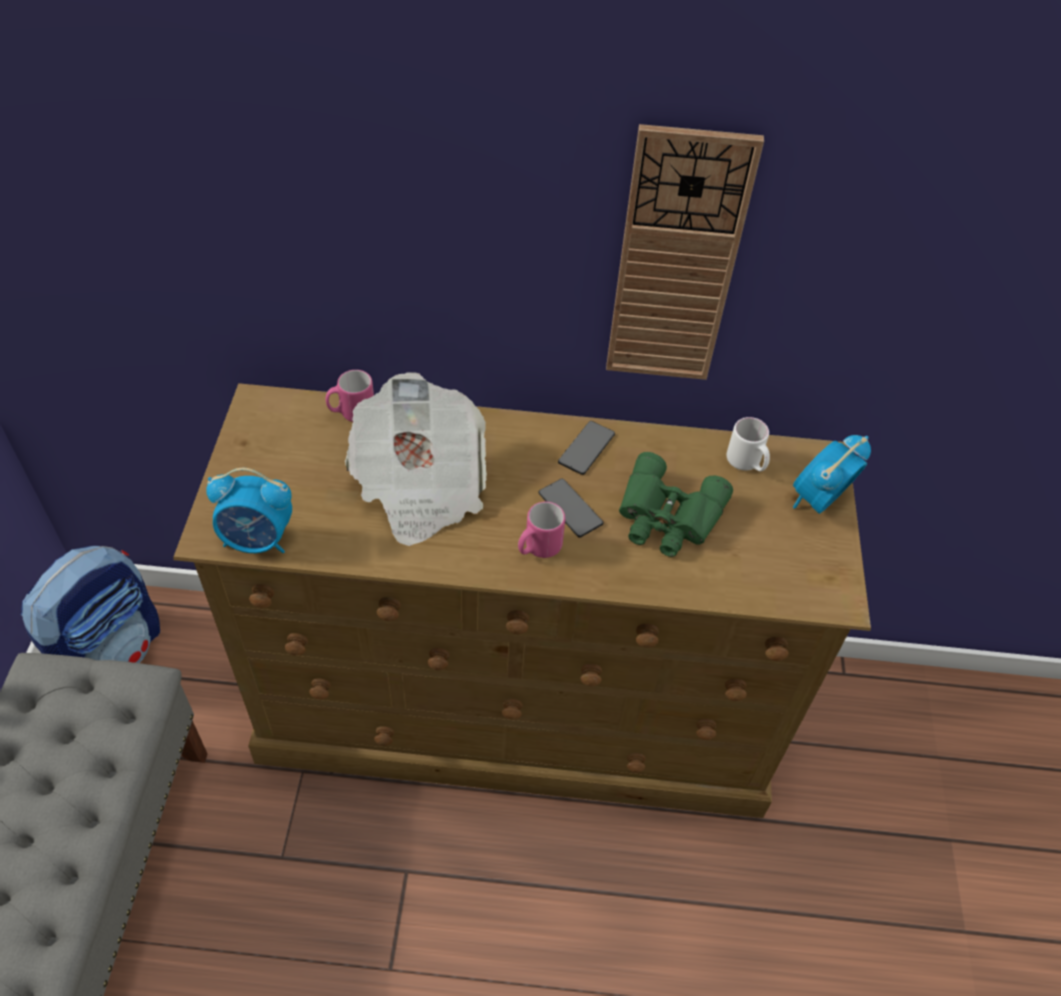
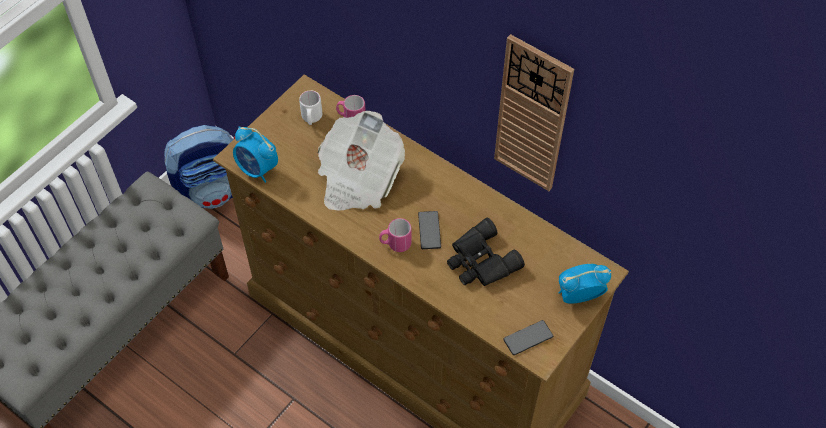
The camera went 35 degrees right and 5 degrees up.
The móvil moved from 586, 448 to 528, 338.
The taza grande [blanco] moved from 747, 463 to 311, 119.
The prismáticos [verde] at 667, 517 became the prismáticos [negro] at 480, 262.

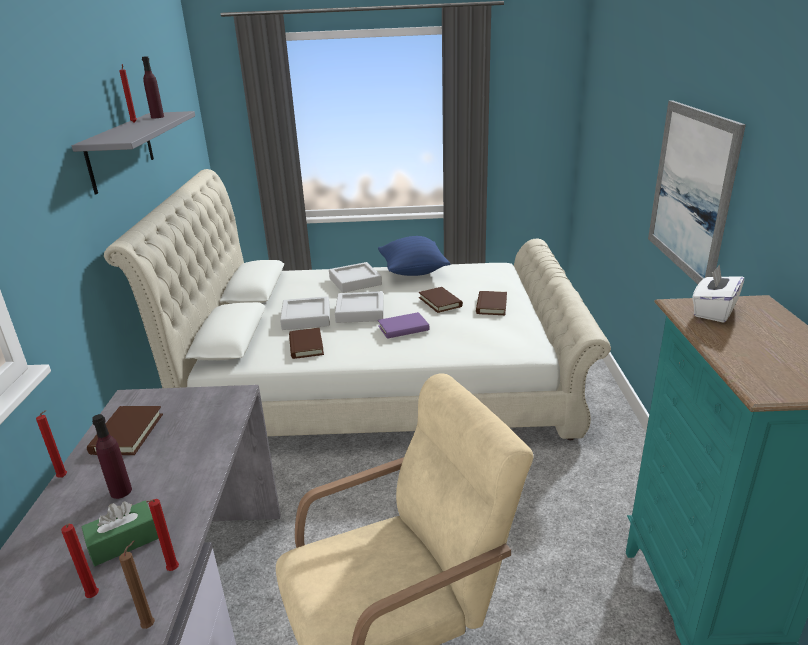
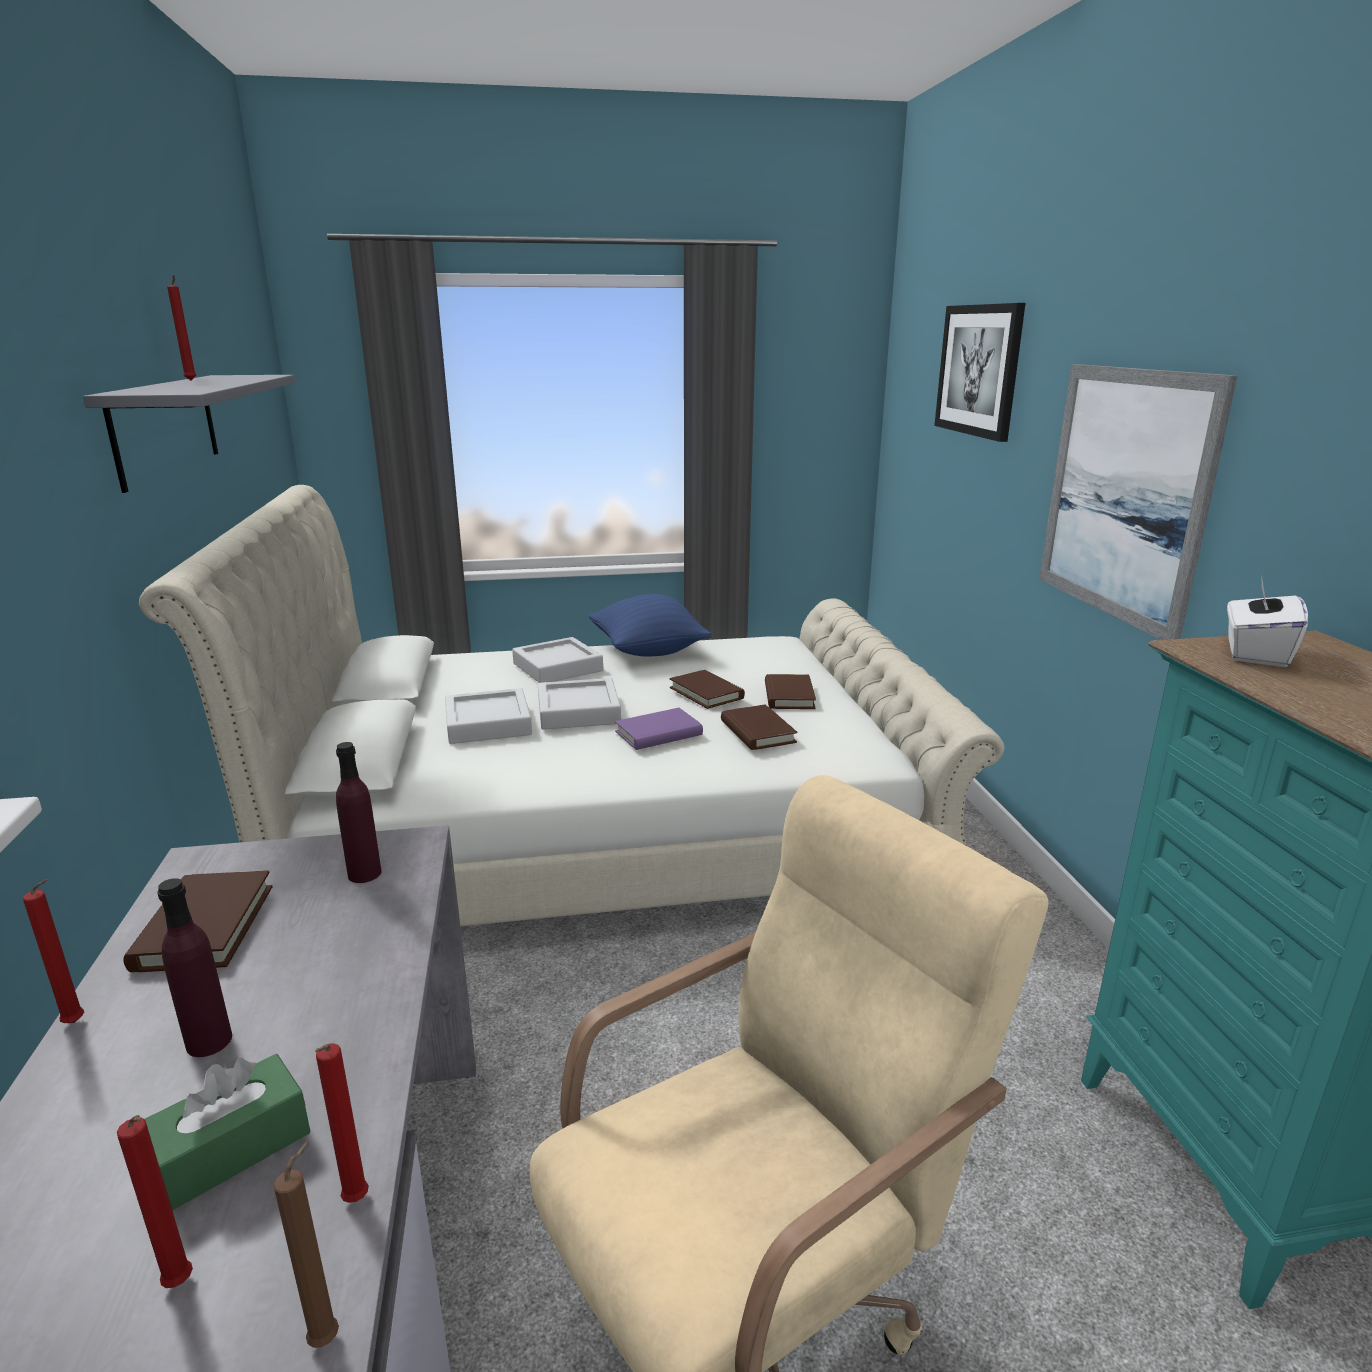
The camera went 10 degrees left and 5 degrees down.
The cuadro at 979, 370 appeared.
The botella [morado] moved from 157, 117 to 364, 873.
The libro [marrón] moved from 306, 346 to 757, 732.

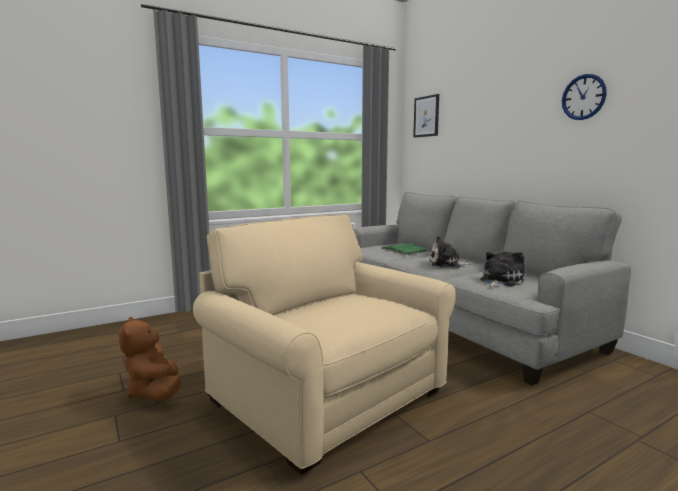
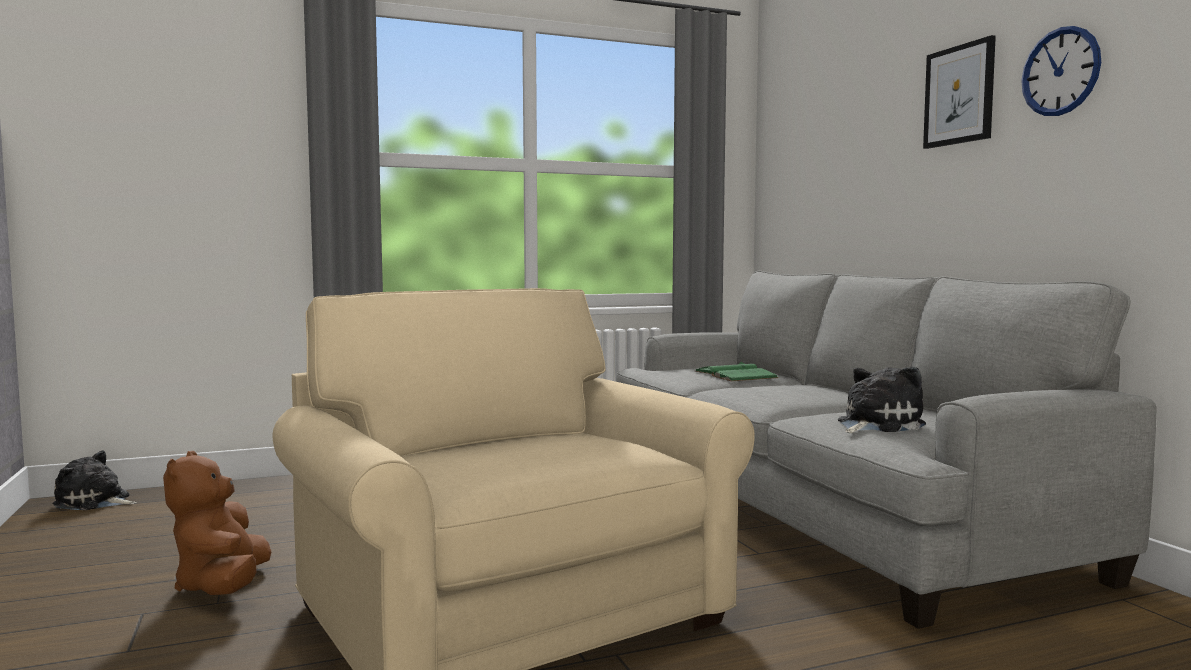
The camera went 10 degrees right and 5 degrees down.
The cuadro moved from 426, 116 to 959, 95.
The peluche moved from 446, 264 to 95, 502.

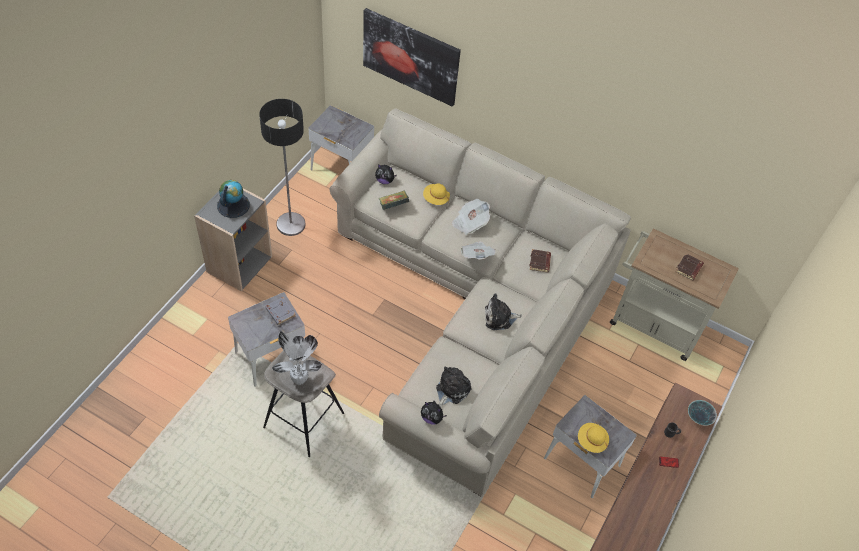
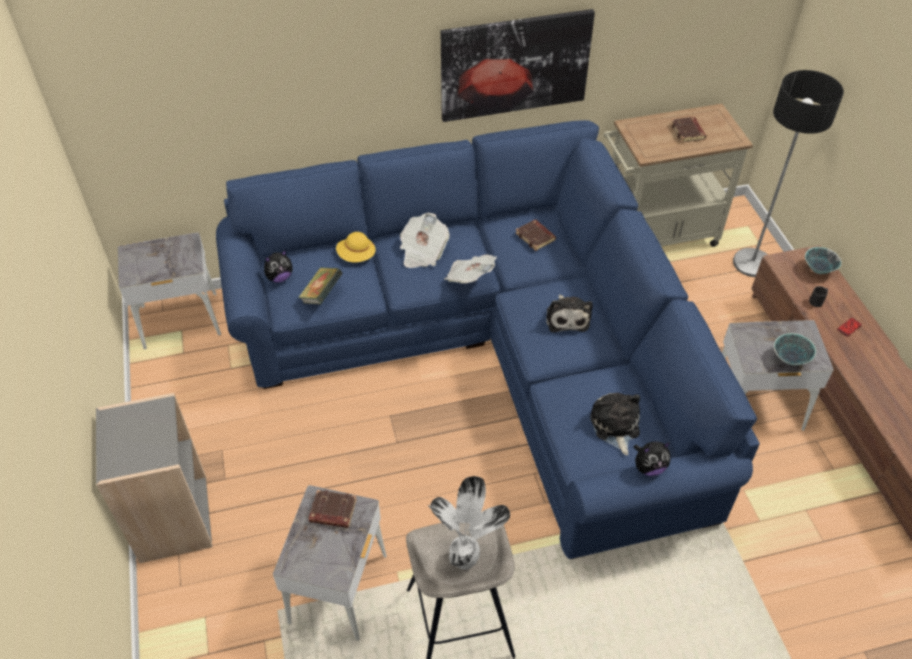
The camera went 40 degrees left and 5 degrees down.
The globo terráqueo at 233, 205 disappeared.
The lámpara de pie moved from 291, 224 to 752, 263.
The cuadro moved from 410, 56 to 515, 65.
The sombrero [amarillo] at 591, 441 was replaced by the cuenco at 790, 359.
The libro [gris] at 280, 312 became the libro [marrón] at 332, 511.
The sofá [beis] at 472, 311 became the sofá [azul] at 490, 354.
The peluche at 499, 318 turned 45 degrees counterclockwise.

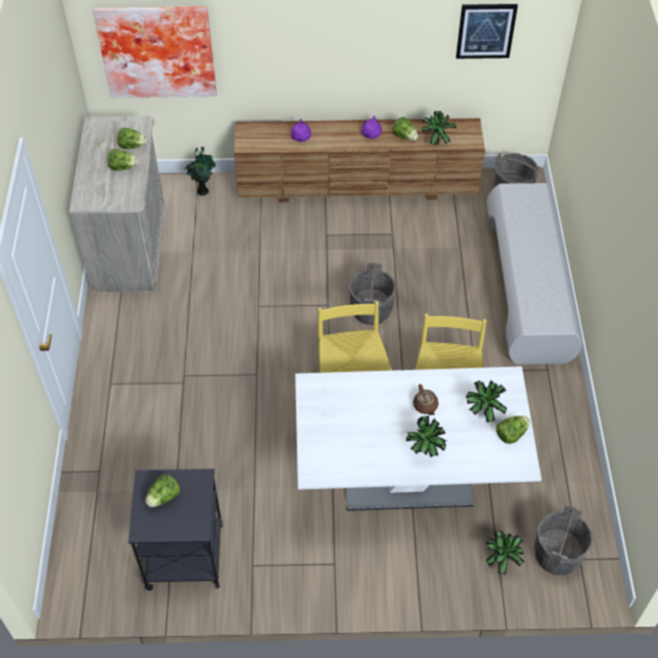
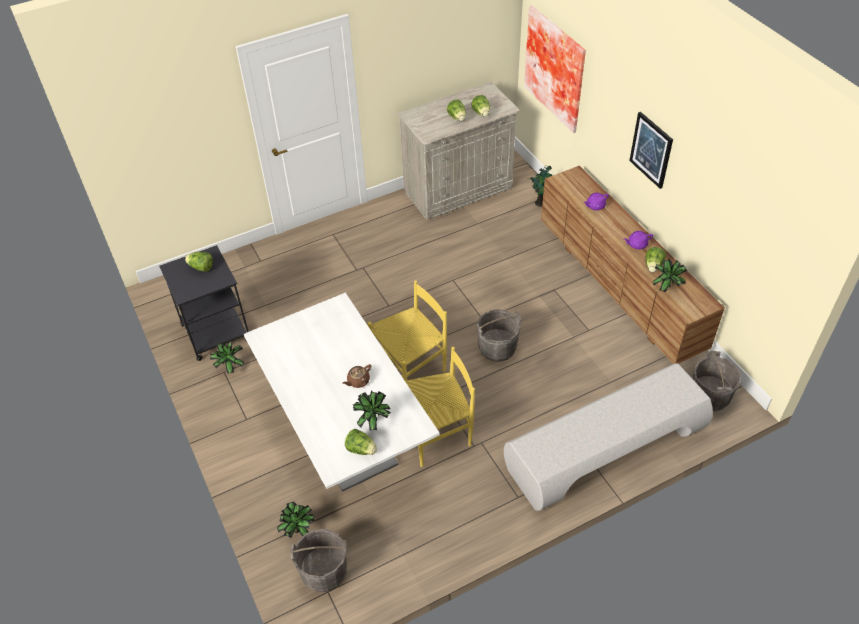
The camera went 65 degrees right and 5 degrees down.
The planta en maceta moved from 425, 451 to 230, 368.
The cuadro moved from 485, 30 to 651, 150.

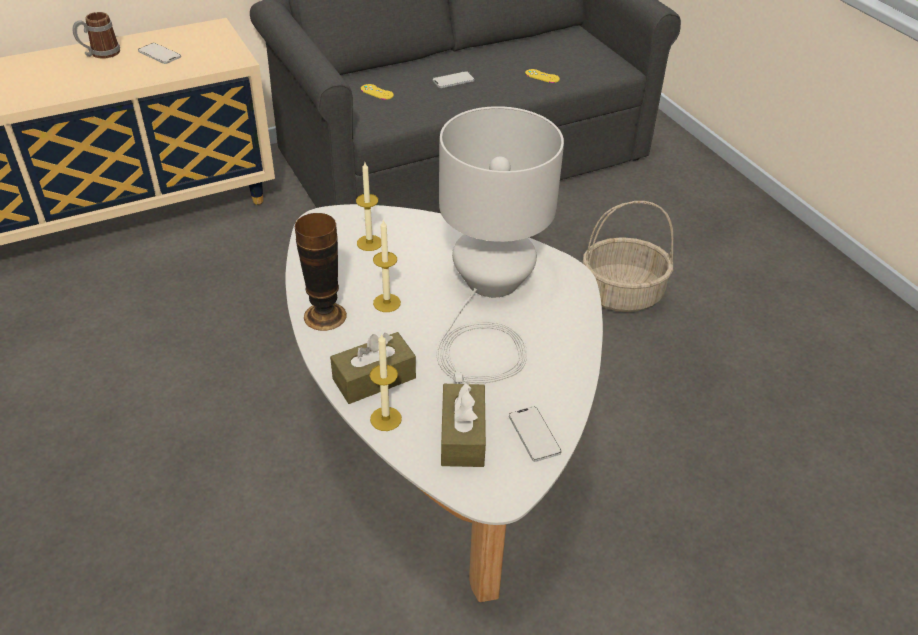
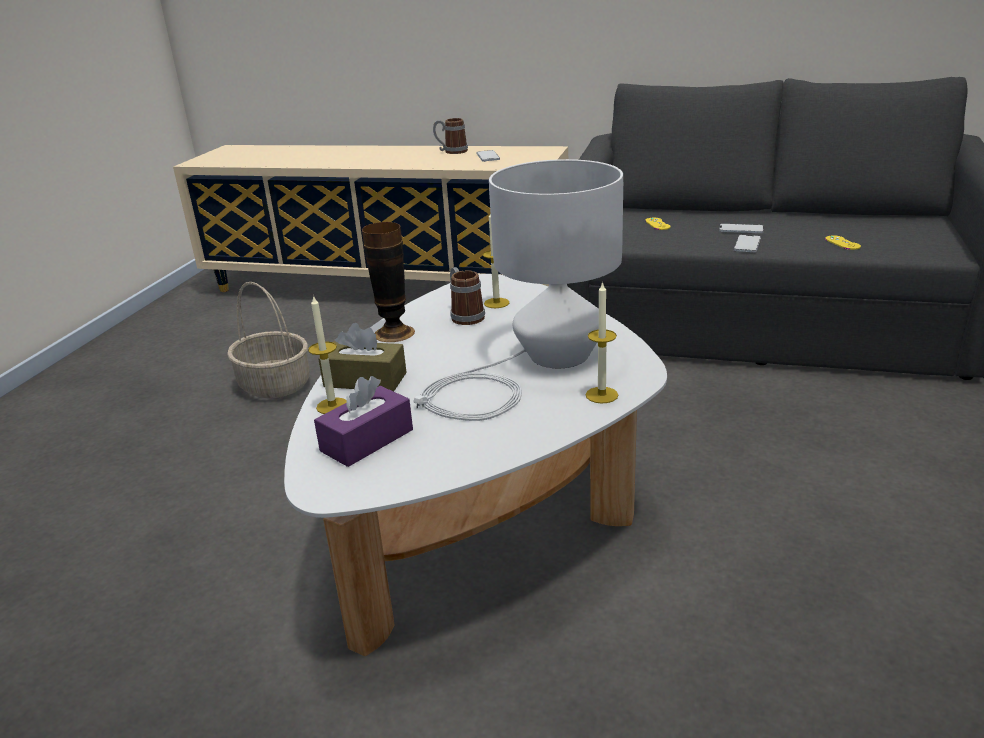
The camera went 45 degrees right and 15 degrees down.
The taza grande at 465, 316 appeared.
The vela moved from 387, 303 to 601, 395.
The móvil moved from 534, 434 to 747, 245.
The cesta moved from 621, 295 to 274, 385.
The caja de pañuelos [marrón] at 462, 435 became the caja de pañuelos [morado] at 367, 440.

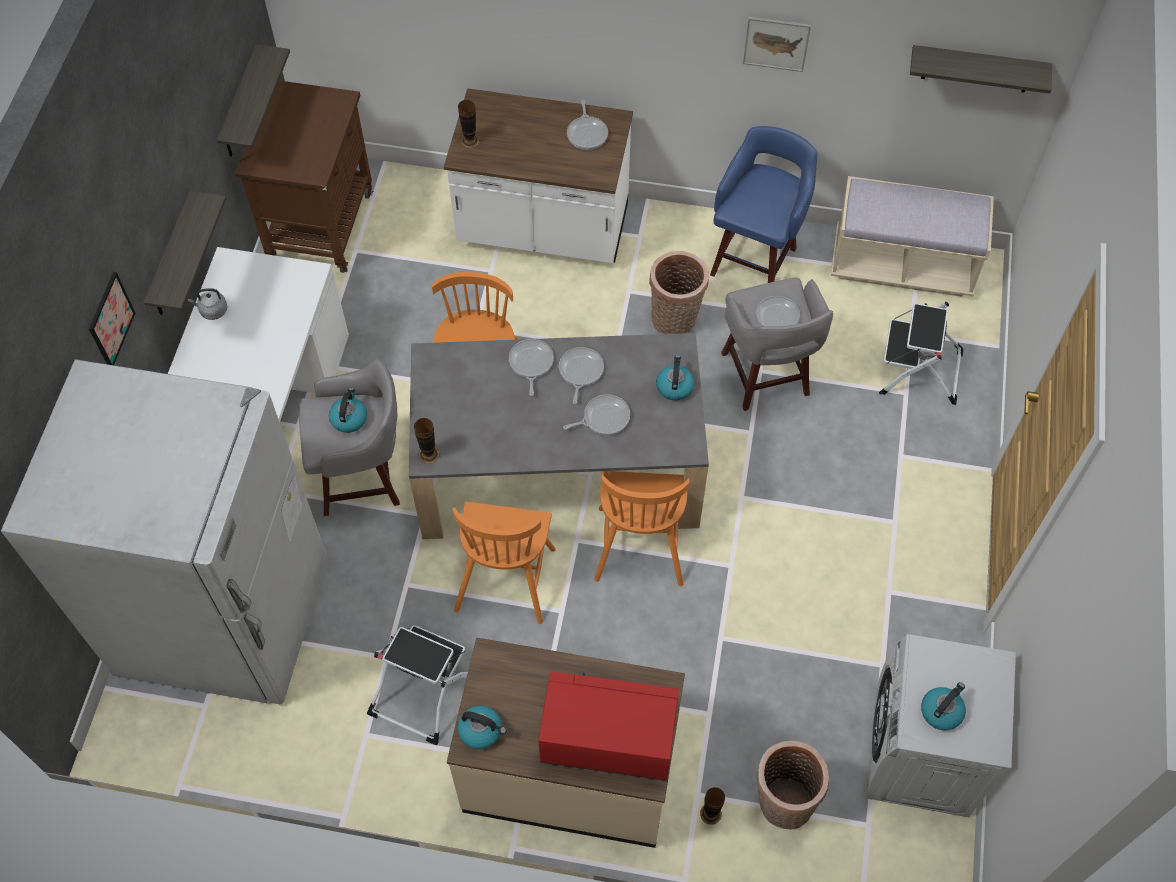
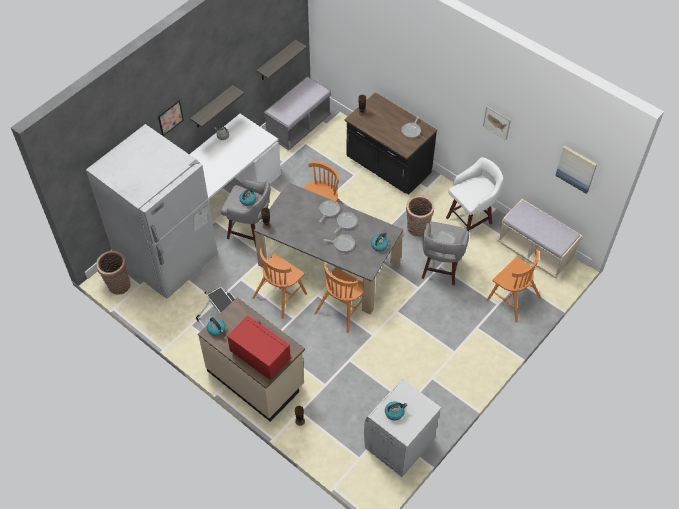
The camera went 30 degrees right and 5 degrees down.
The cesta moved from 782, 803 to 117, 285.
The carrito [marrón] at 322, 226 was replaced by the banco [gris] at 298, 127.
The escalera de tijera at 919, 368 was replaced by the silla [naranja] at 511, 297.
The estante at 977, 69 was replaced by the cuadro at 576, 169.
The mueble bajo de cocina [blanco] at 543, 228 became the mueble bajo de cocina [negro] at 388, 167.
The taburete [azul] at 755, 258 became the taburete [blanco] at 470, 220.

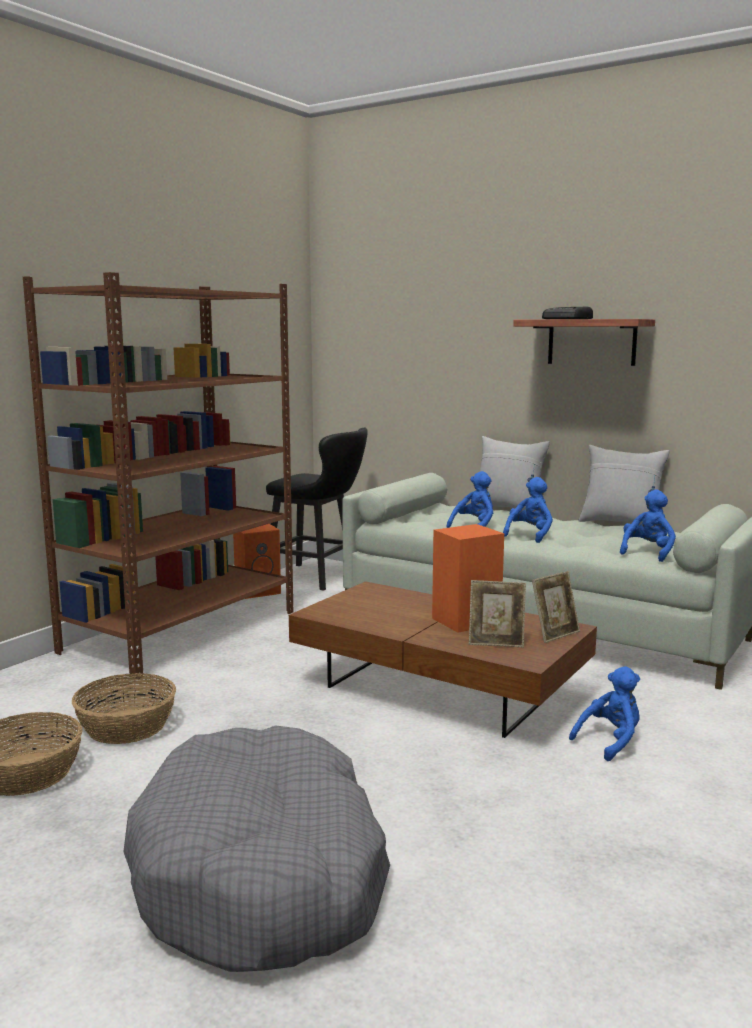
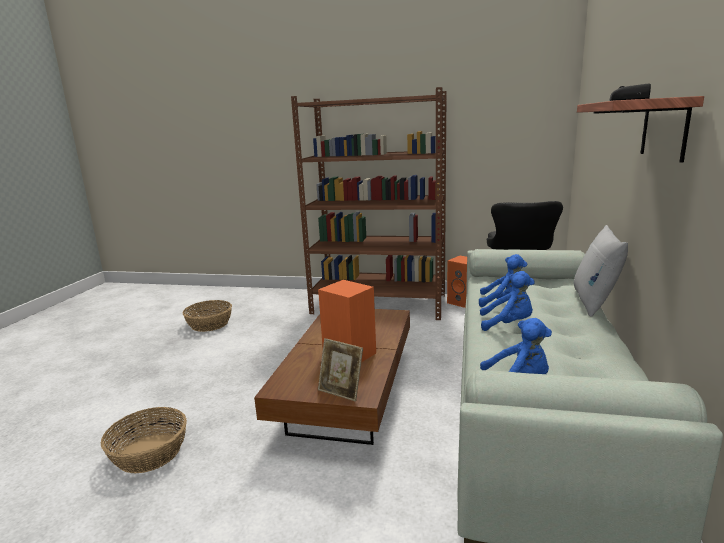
The camera went 70 degrees right and 5 degrees up.
The cama para perro [gris] at 262, 875 disappeared.
The portarretratos at 496, 642 disappeared.
The peluche [azul] at 610, 741 disappeared.
The cojín [gris] at 620, 524 disappeared.
The cesta moved from 127, 727 to 149, 453.

